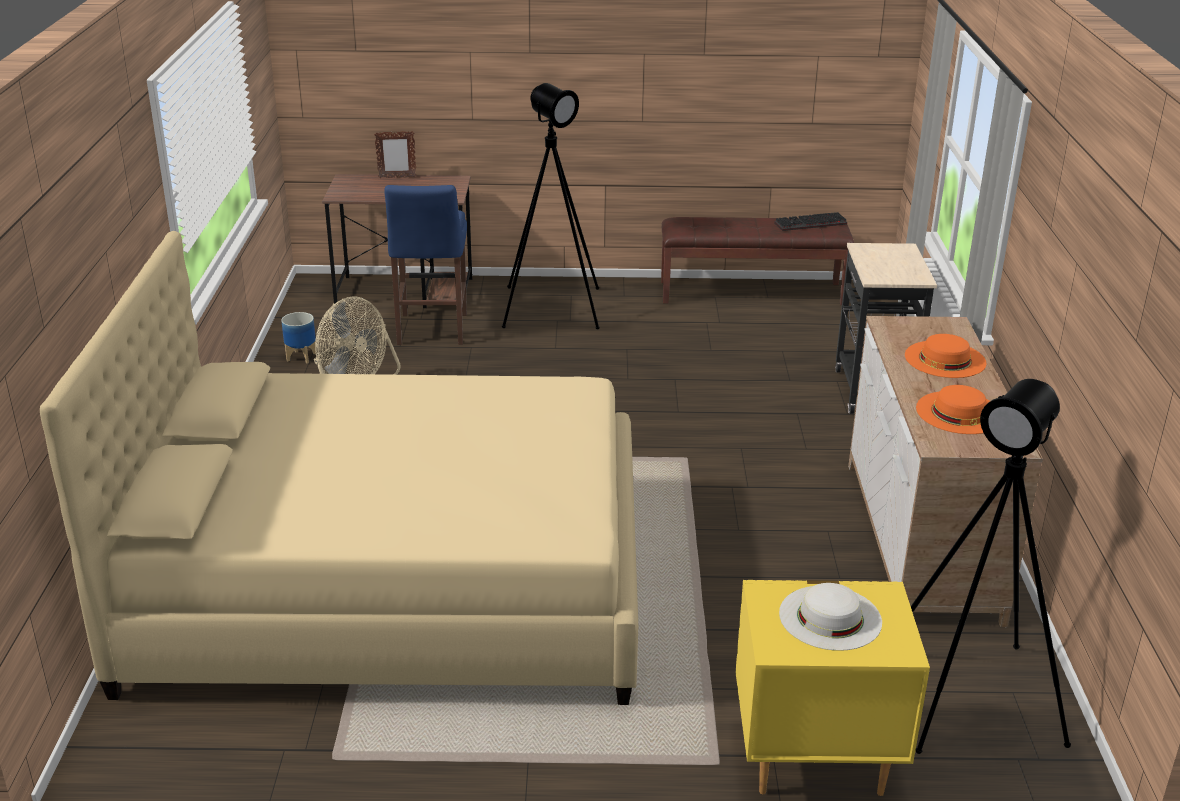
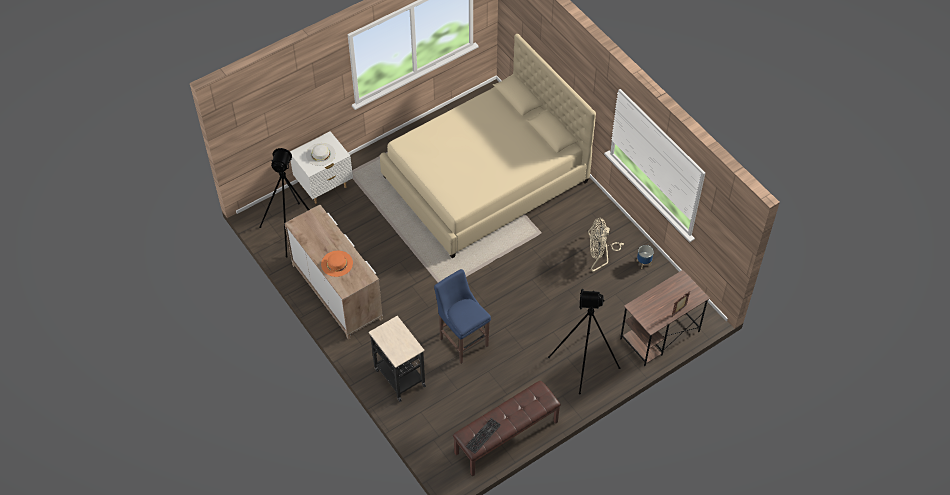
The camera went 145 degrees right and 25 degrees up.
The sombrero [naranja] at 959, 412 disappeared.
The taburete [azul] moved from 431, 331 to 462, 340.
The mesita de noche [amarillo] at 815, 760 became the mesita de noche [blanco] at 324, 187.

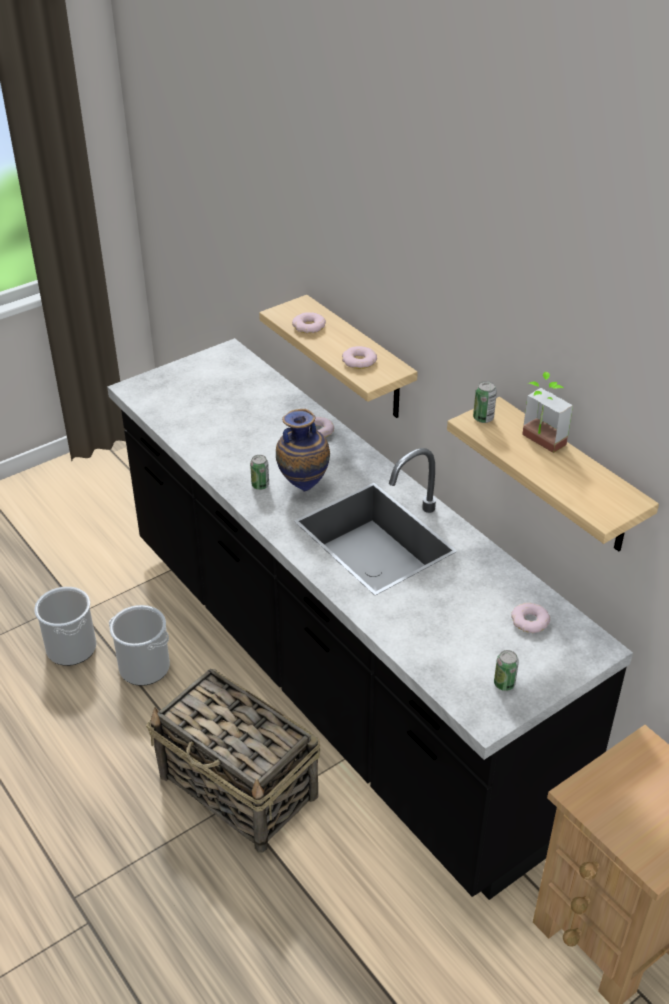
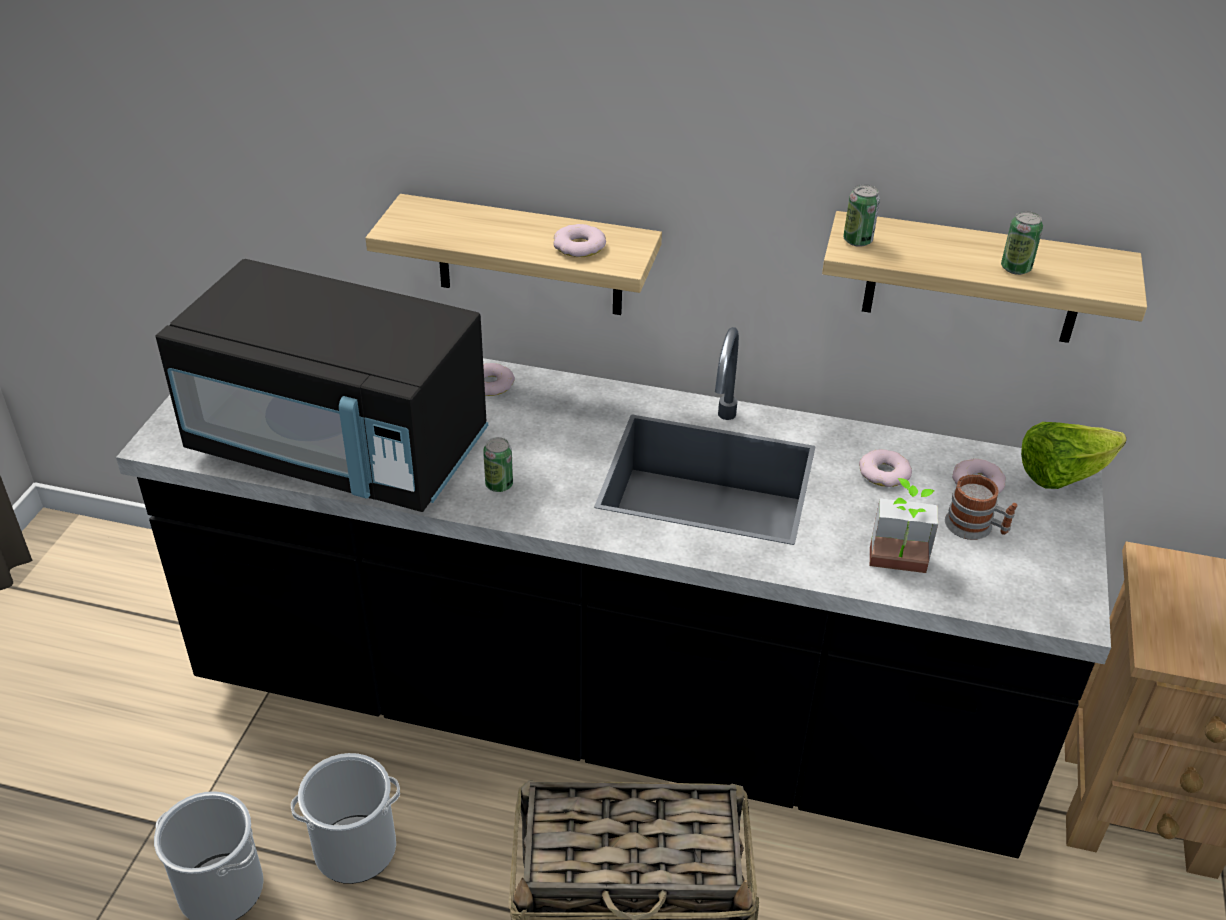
The camera went 40 degrees left and 0 degrees up.
The florero at 303, 486 disappeared.
The microondas [negro] at 340, 449 appeared.
The taza grande at 976, 528 appeared.
The lechuga at 1062, 474 appeared.
The rosquilla moved from 309, 326 to 884, 473.
The lata moved from 504, 684 to 1015, 268.
The planta en maceta moved from 538, 443 to 897, 568.

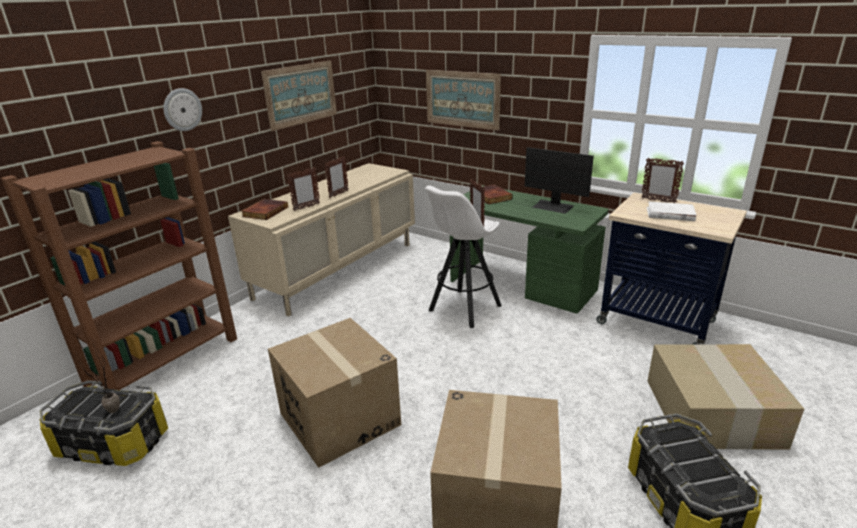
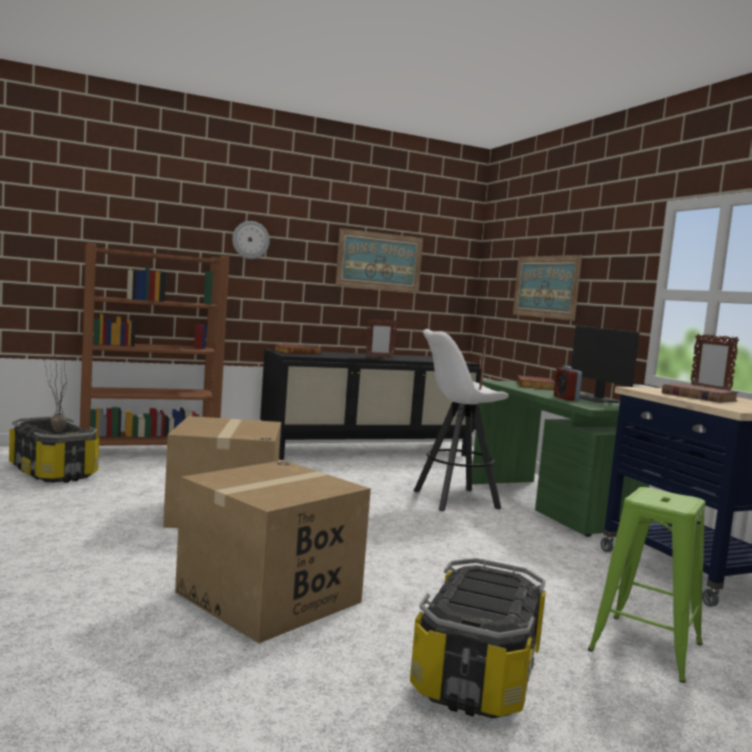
The camera went 30 degrees right and 20 degrees down.
The portarretratos at 306, 207 disappeared.
The despertador at 566, 398 appeared.
The caja de cartón at 715, 413 was replaced by the taburete [verde] at 646, 647.
The armario [beis] at 339, 270 became the armario [negro] at 368, 451.
The libro [blanco] at 670, 214 became the libro [marrón] at 698, 397.

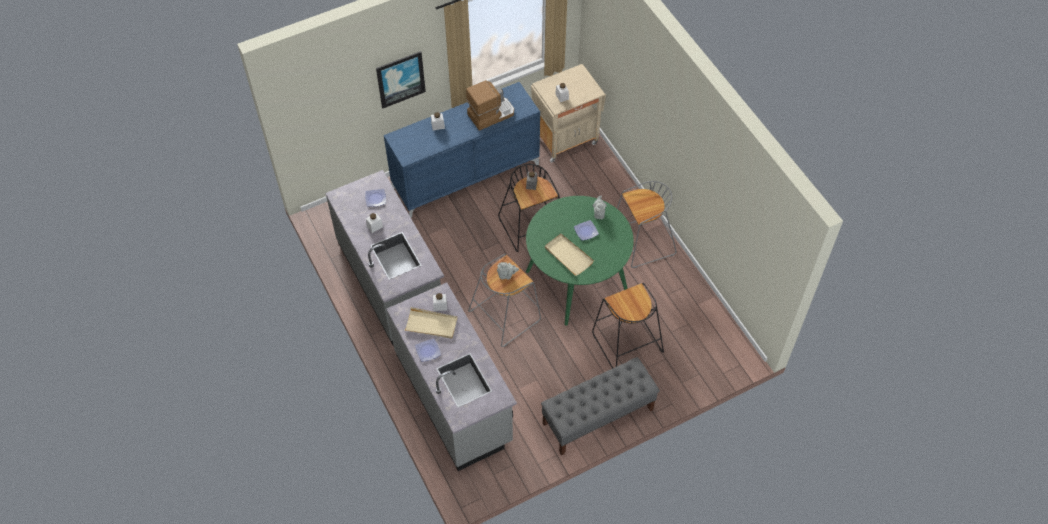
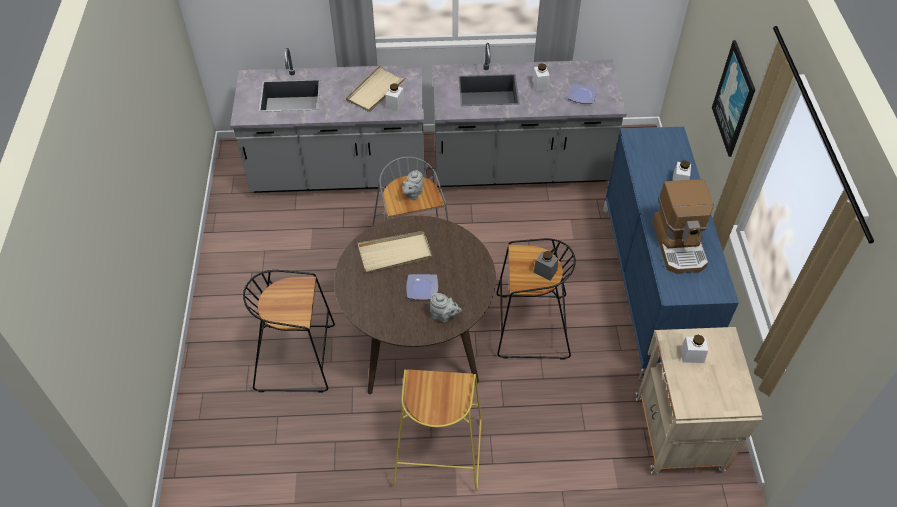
The camera went 115 degrees right and 5 degrees down.
The plato at 428, 351 disappeared.
The banco [gris] at 597, 417 disappeared.
The mesa de comedor [verde] at 576, 281 became the mesa de comedor [marrón] at 418, 342.
The taburete [gris] at 642, 242 became the taburete [amarillo] at 437, 450.

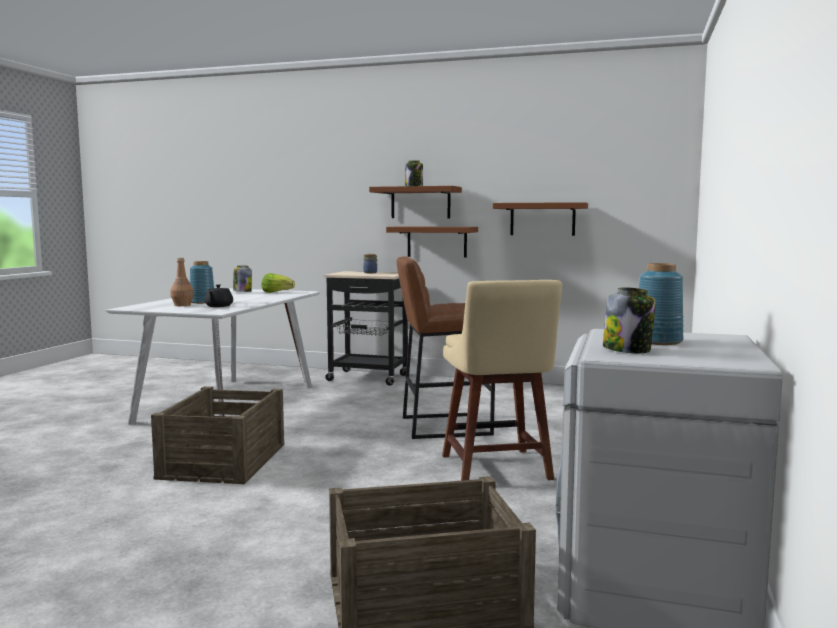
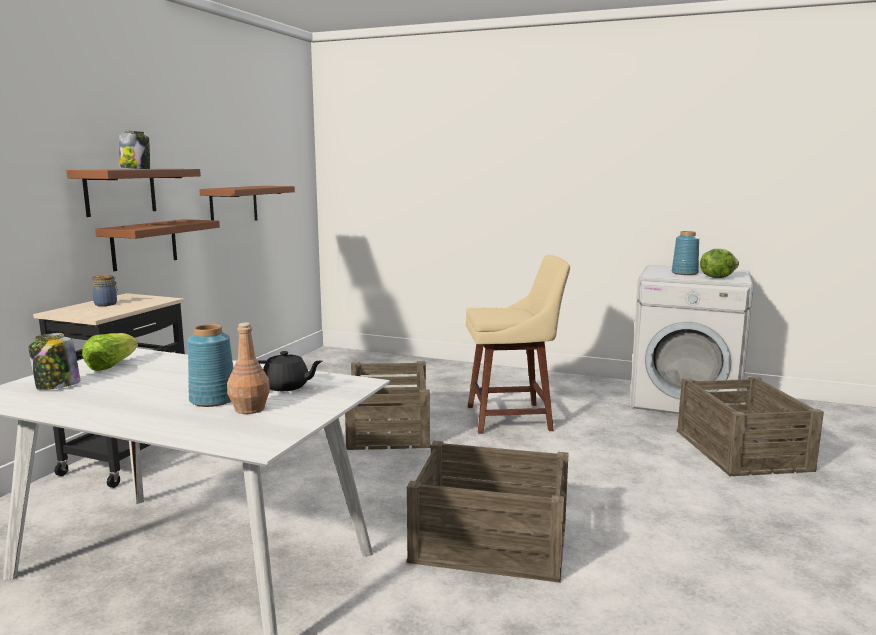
The camera went 85 degrees left and 5 degrees up.
The taburete [marrón] at 444, 426 was replaced by the caja de embalaje at 388, 428.
The tarro at 627, 350 was replaced by the lechuga at 716, 277.

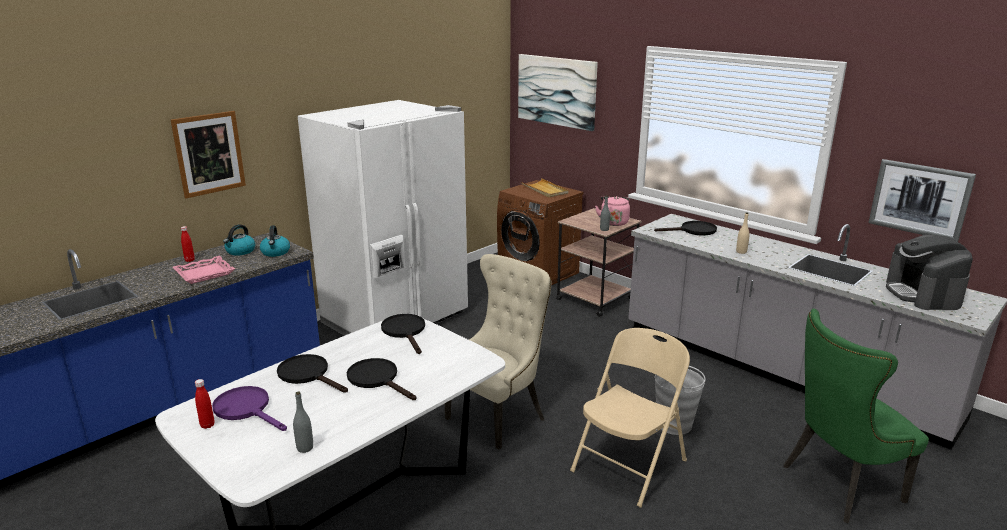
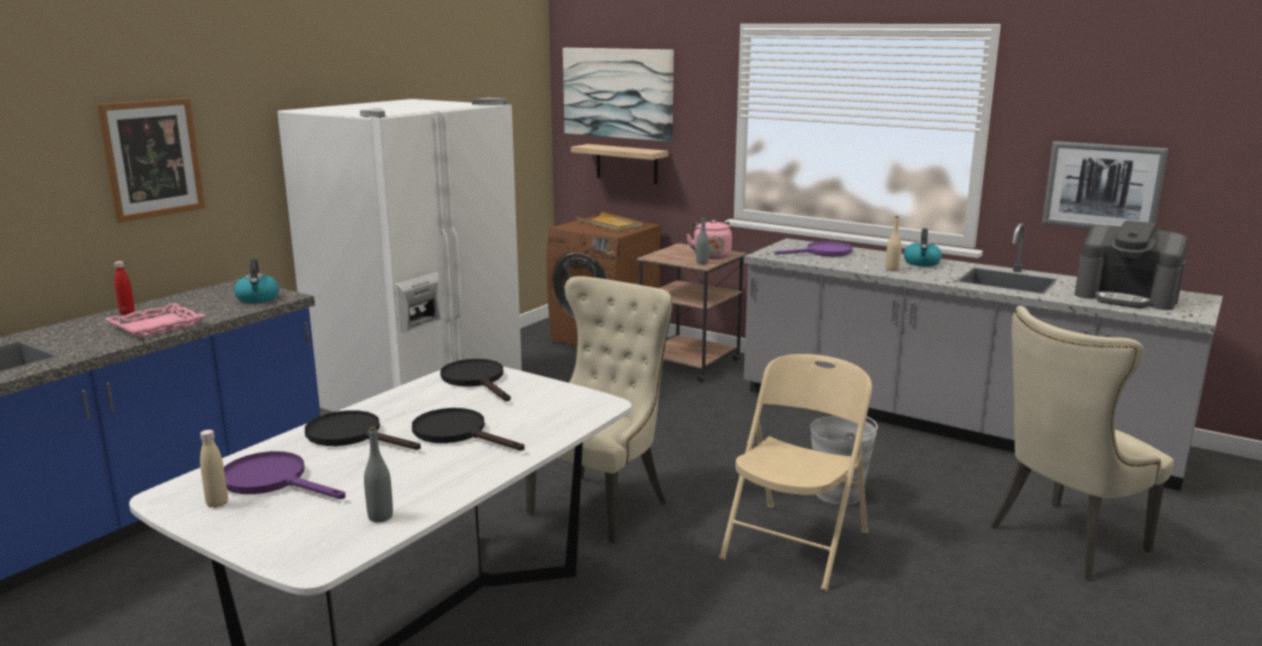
The camera went 10 degrees left and 5 degrees down.
The estante at 626, 164 appeared.
The hervidor moved from 240, 251 to 922, 263.
The botella [rojo] at 207, 425 became the botella [beis] at 217, 504.
The sartén [negro] at 693, 231 became the sartén [morado] at 823, 253.
The silla [verde] at 840, 485 became the silla [beis] at 1066, 541.
The cafetera at 922, 294 turned 45 degrees counterclockwise.

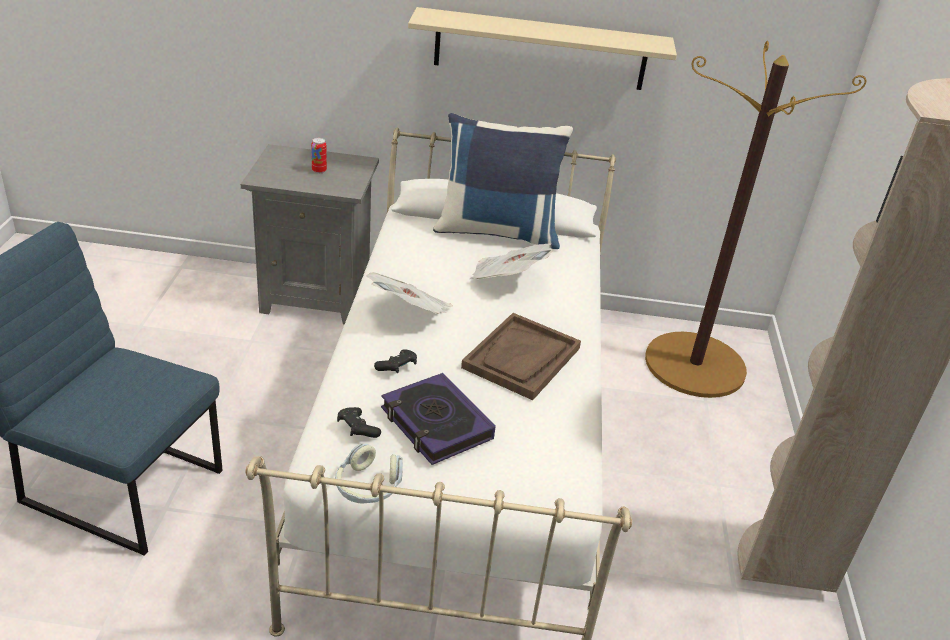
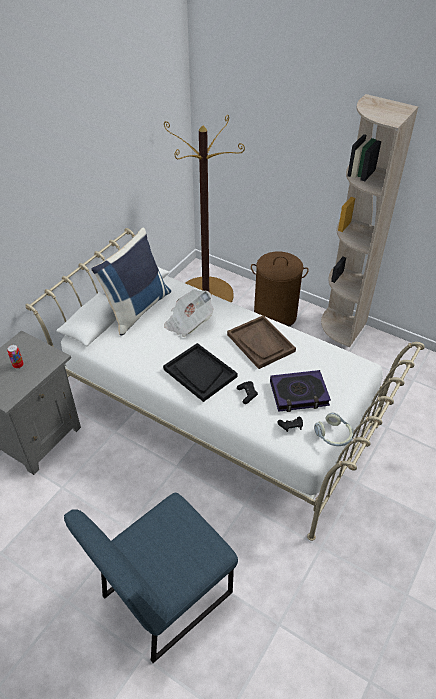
The camera went 60 degrees left and 10 degrees up.
The estante [beis] at 540, 49 disappeared.
The cesto de la ropa [marrón] at 274, 315 appeared.
The periódico at 410, 313 was replaced by the bandeja [negro] at 200, 373.

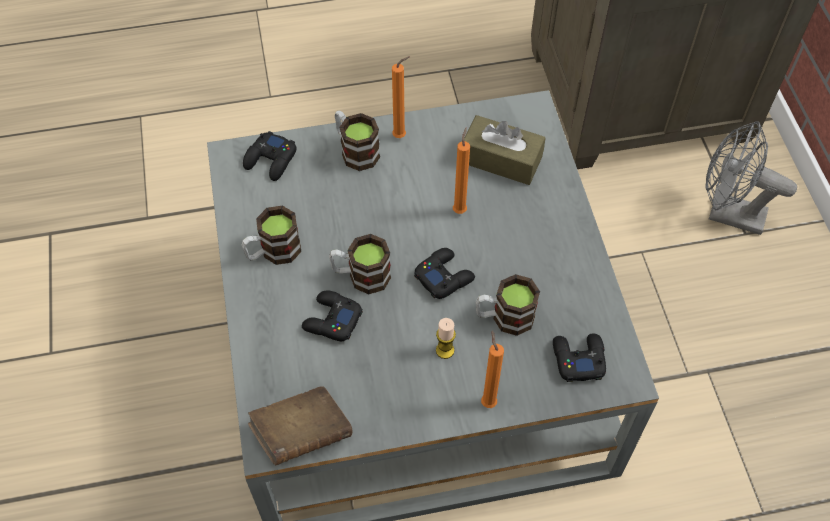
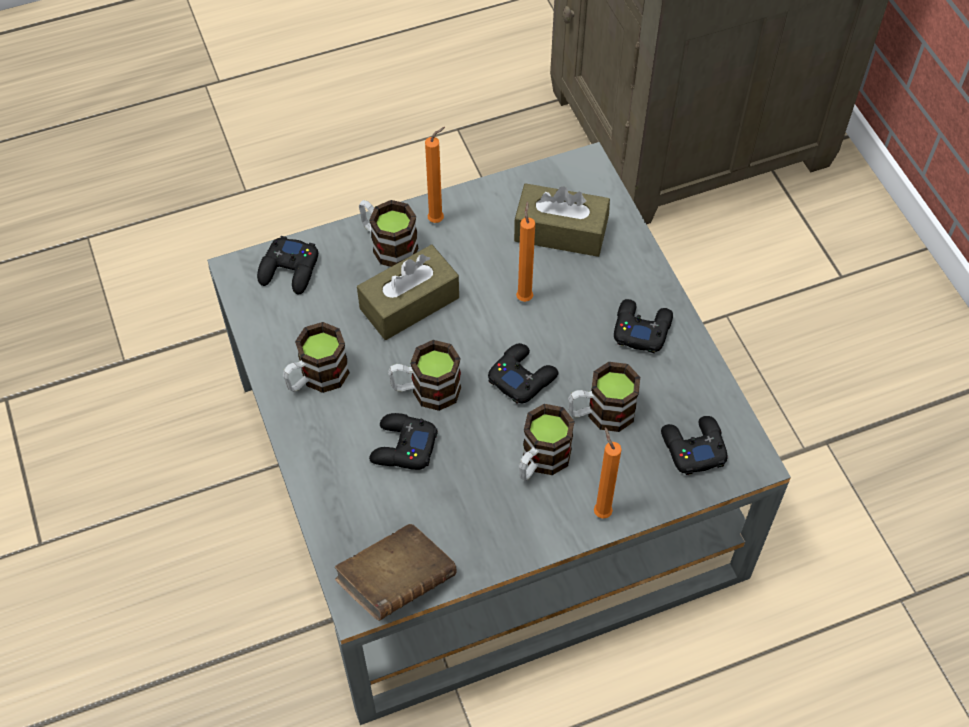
The camera went 10 degrees left and 0 degrees up.
The ventilador [gris] at 727, 214 disappeared.
The caja de pañuelos [marrón] at 409, 303 appeared.
The mando de consola [negro] at 641, 329 appeared.
The vela at 445, 350 was replaced by the taza grande at 540, 461.

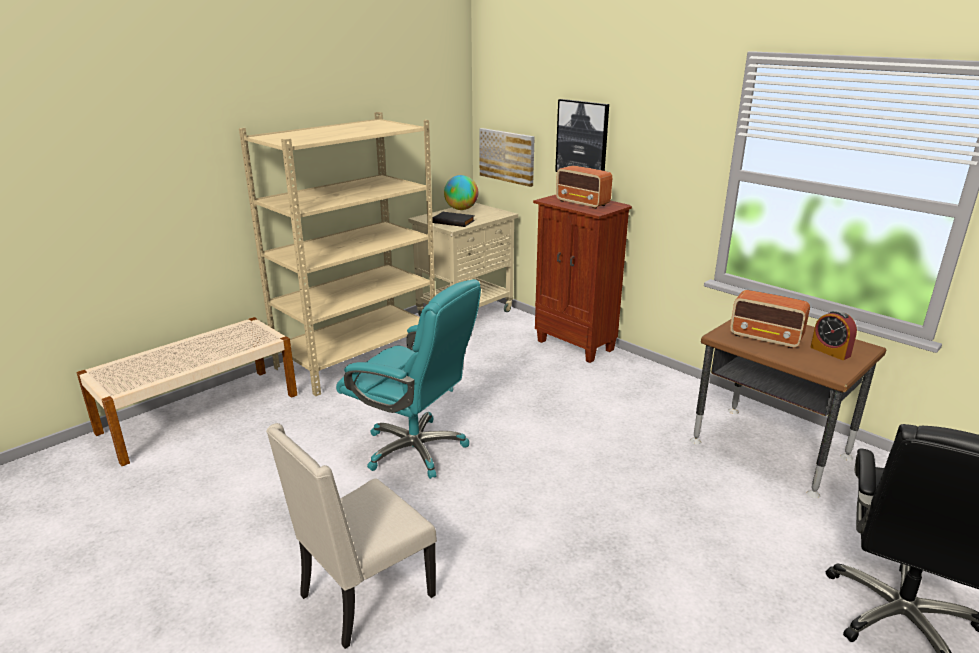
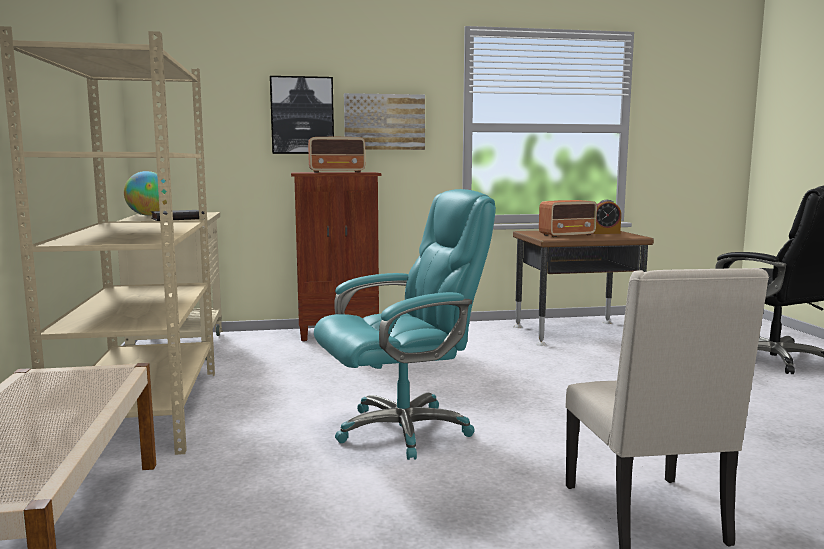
The camera went 55 degrees left and 15 degrees down.
The cuadro moved from 507, 156 to 384, 122.

